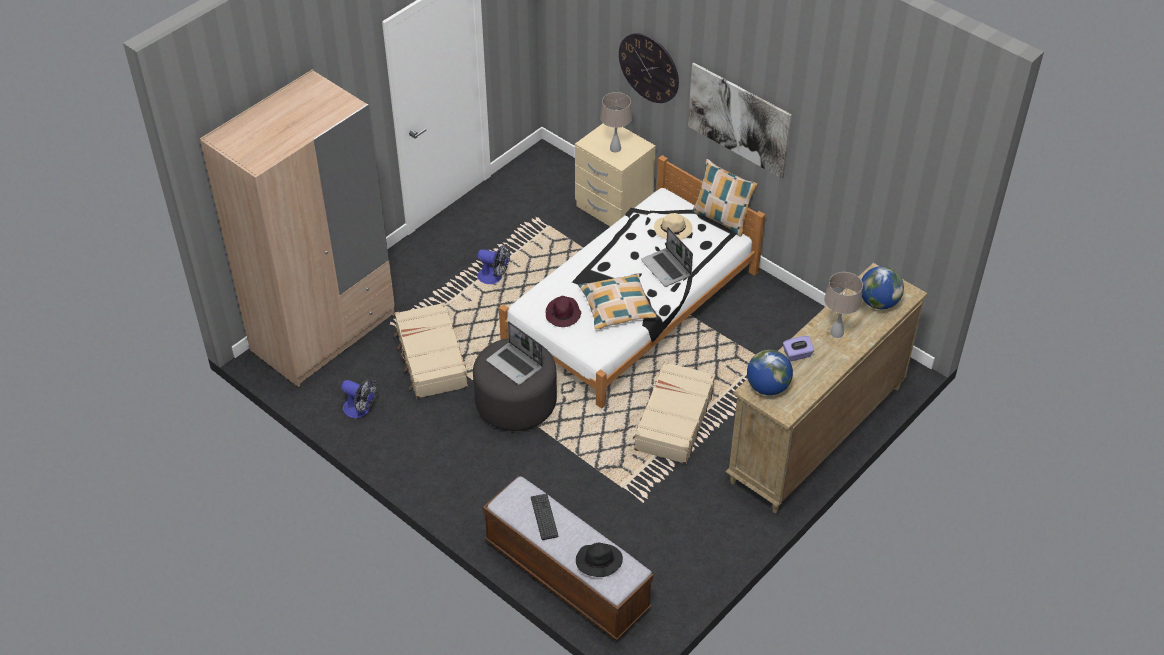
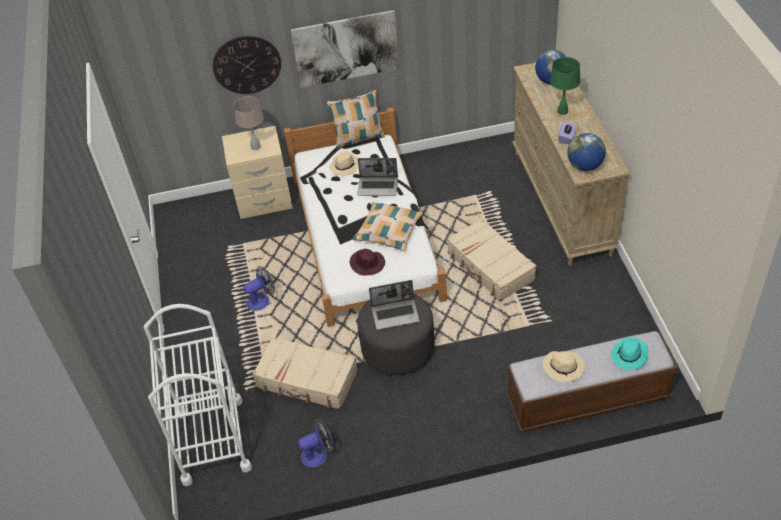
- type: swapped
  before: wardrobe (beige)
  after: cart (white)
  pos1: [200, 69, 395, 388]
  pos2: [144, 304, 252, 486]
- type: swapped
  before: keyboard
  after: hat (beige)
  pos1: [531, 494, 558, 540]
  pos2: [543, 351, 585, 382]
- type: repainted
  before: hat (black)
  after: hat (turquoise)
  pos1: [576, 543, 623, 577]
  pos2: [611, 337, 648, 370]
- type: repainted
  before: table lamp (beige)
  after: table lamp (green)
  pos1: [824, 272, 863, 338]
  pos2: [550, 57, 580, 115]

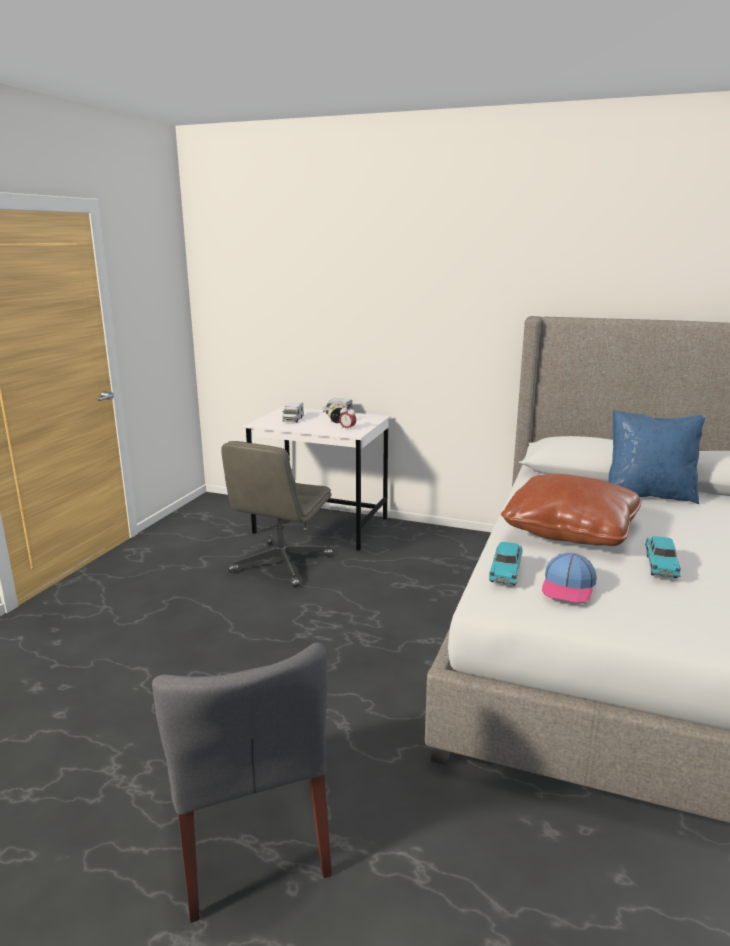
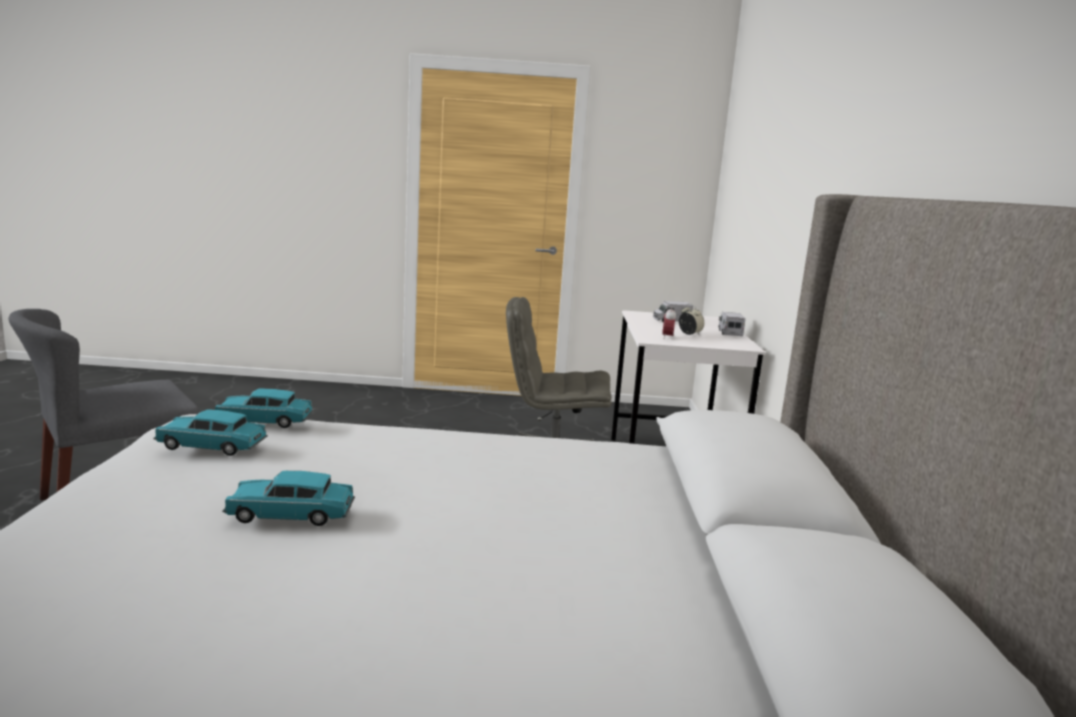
- type: gone
  before: pillow (brown)
  pos1: [501, 474, 642, 546]
- type: gone
  before: pillow (blue)
  pos1: [609, 410, 705, 504]
- type: swapped
  before: cap
  after: toy car (turquoise)
  pos1: [542, 553, 597, 603]
  pos2: [153, 410, 268, 456]

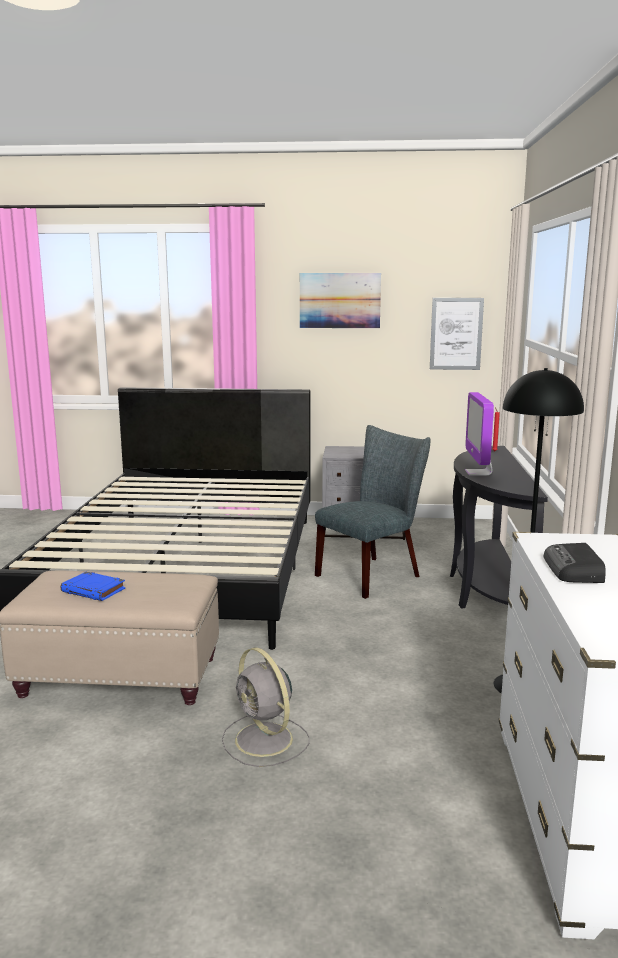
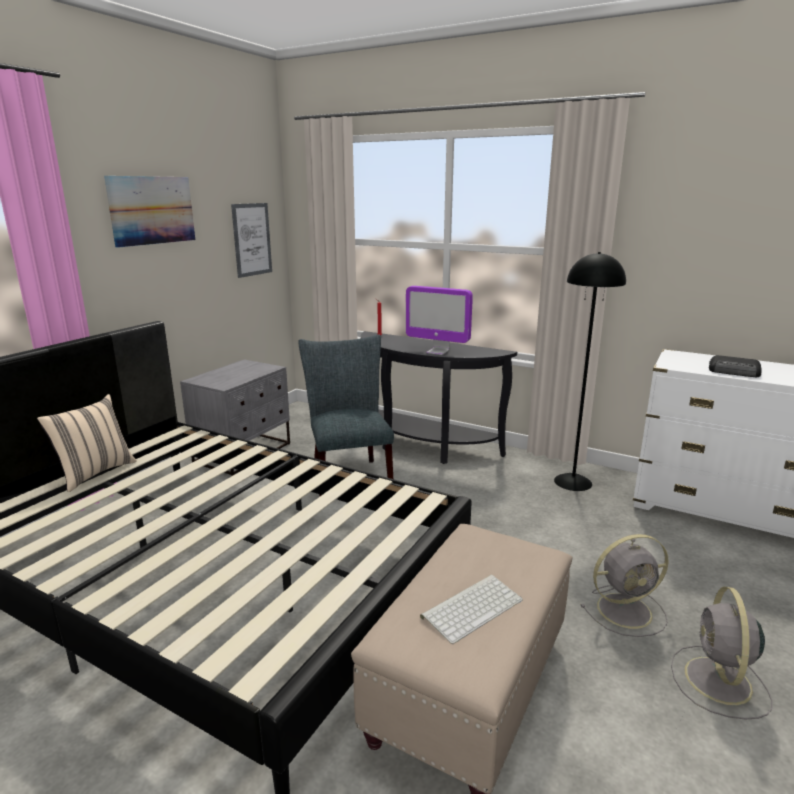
- type: new
  after: pillow (beige)
  pos2: [37, 394, 137, 492]
- type: new
  after: fan (grey)
  pos2: [671, 587, 772, 720]
- type: swapped
  before: book (blue)
  after: keyboard
  pos1: [61, 571, 126, 601]
  pos2: [420, 575, 523, 644]

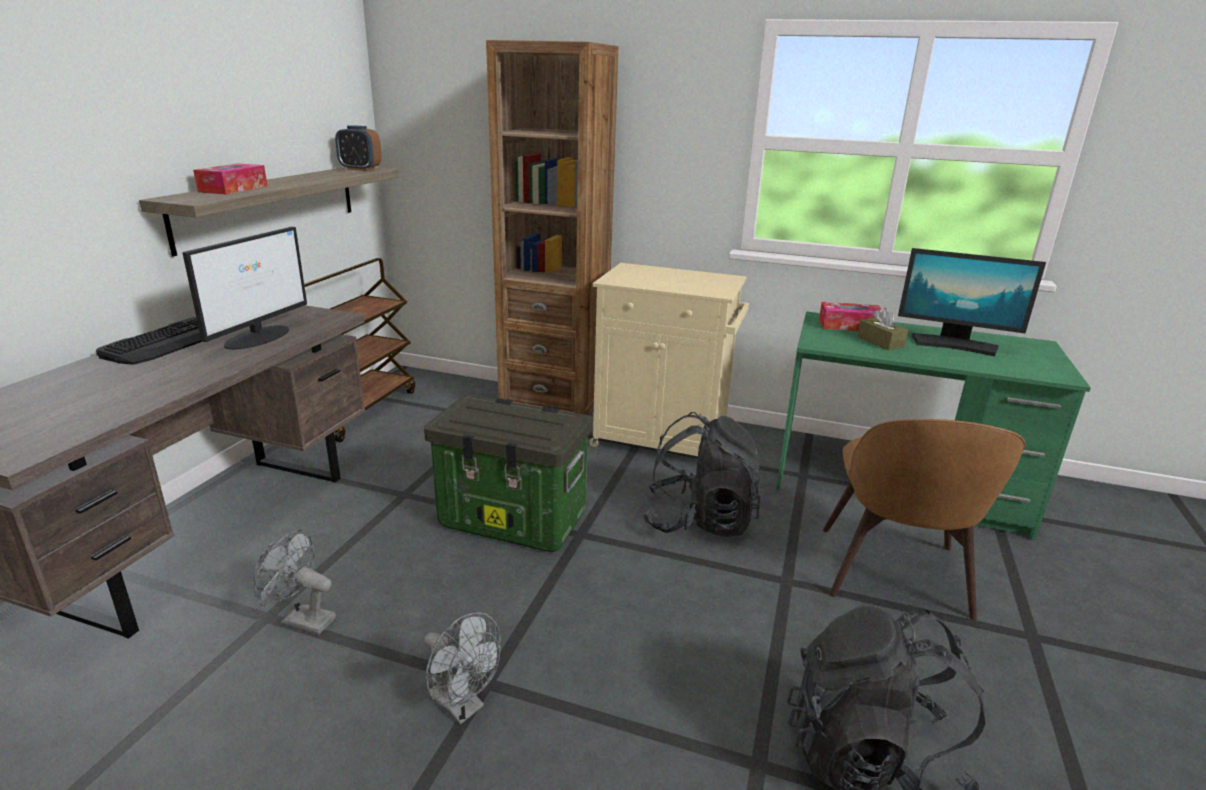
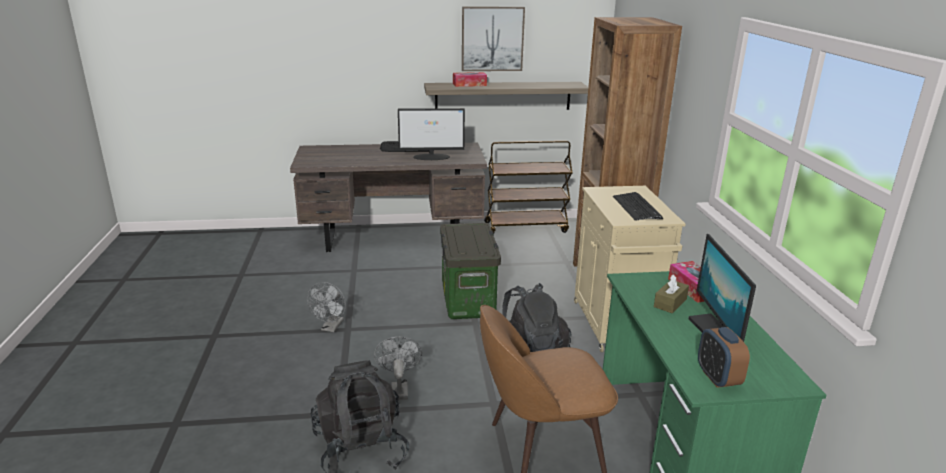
- type: new
  after: picture
  pos2: [462, 6, 525, 71]
- type: new
  after: keyboard
  pos2: [613, 192, 663, 221]
- type: shifted
  before: fan (grey)
  pos1: [253, 529, 336, 635]
  pos2: [374, 337, 422, 400]
- type: shifted
  before: alarm clock
  pos1: [335, 125, 382, 171]
  pos2: [698, 327, 750, 388]

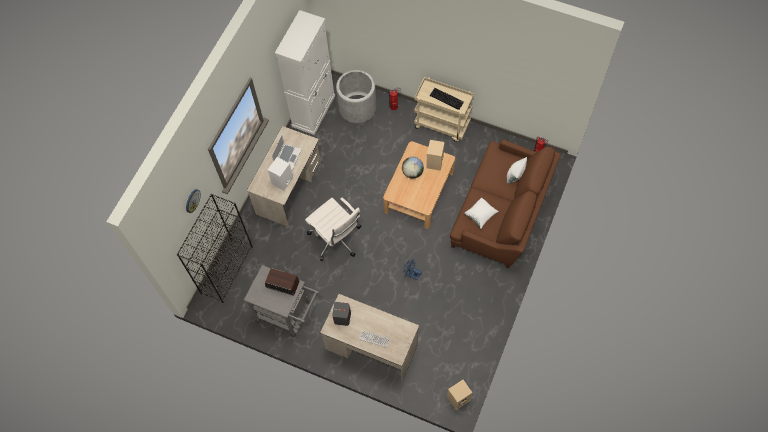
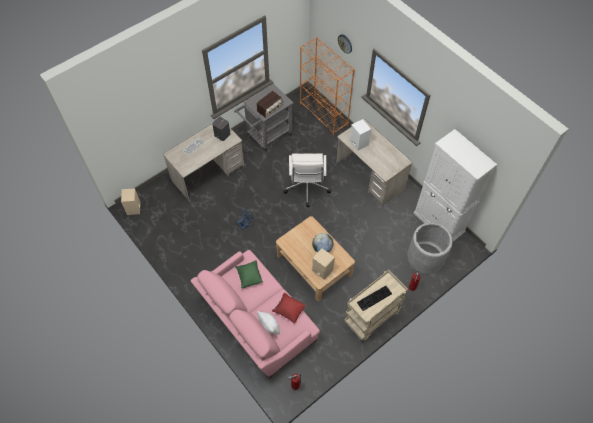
- type: gone
  before: laptop
  pos1: [272, 134, 302, 170]
- type: new
  after: pillow (red)
  pos2: [272, 293, 306, 324]
- type: repainted
  before: bookcase (black)
  after: bookcase (orange)
  pos1: [177, 194, 253, 303]
  pos2: [300, 37, 355, 135]
- type: repainted
  before: sofa (brown)
  after: sofa (pink)
  pos1: [450, 140, 561, 269]
  pos2: [191, 250, 320, 378]
- type: repainted
  before: pillow (white)
  after: pillow (green)
  pos1: [464, 197, 499, 229]
  pos2: [235, 260, 263, 289]
- type: rotated
  before: office chair (white)
  pos1: [305, 197, 361, 261]
  pos2: [283, 153, 331, 207]
  turn: -75

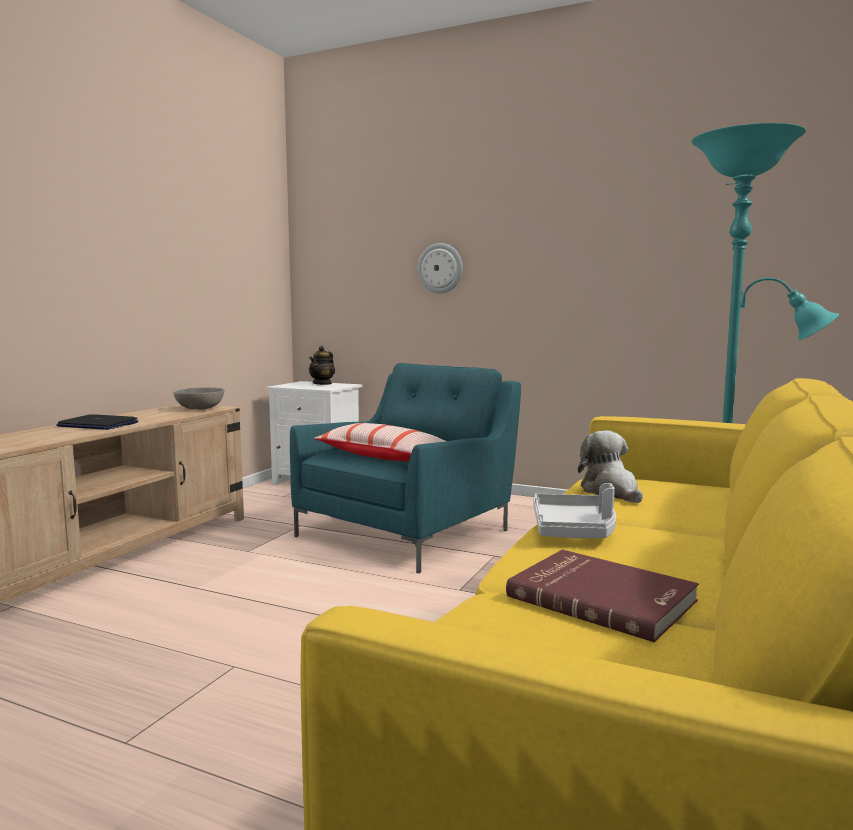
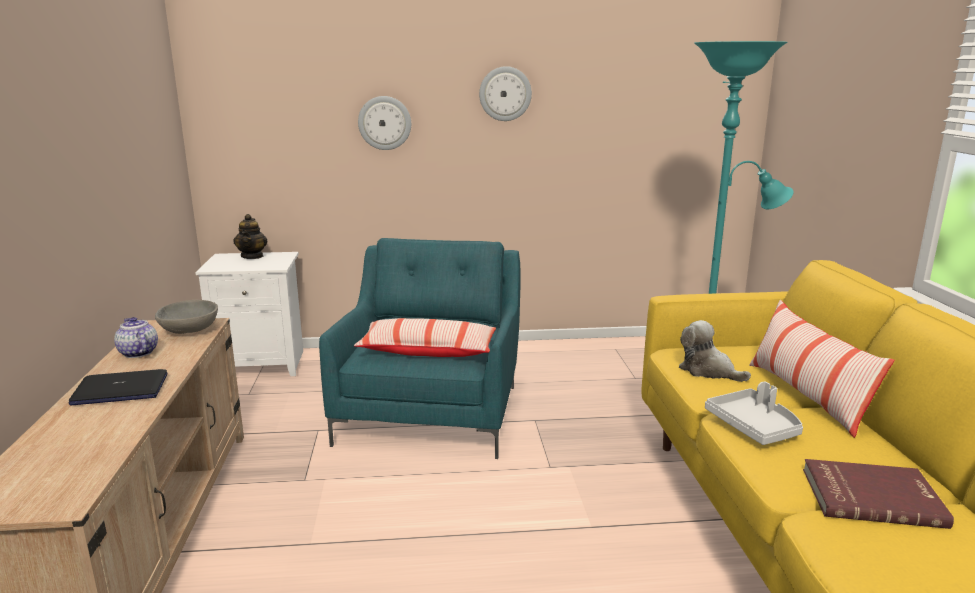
- type: new
  after: teapot
  pos2: [114, 317, 158, 358]
- type: new
  after: wall clock
  pos2: [479, 66, 532, 121]
- type: new
  after: pillow
  pos2: [749, 300, 895, 438]

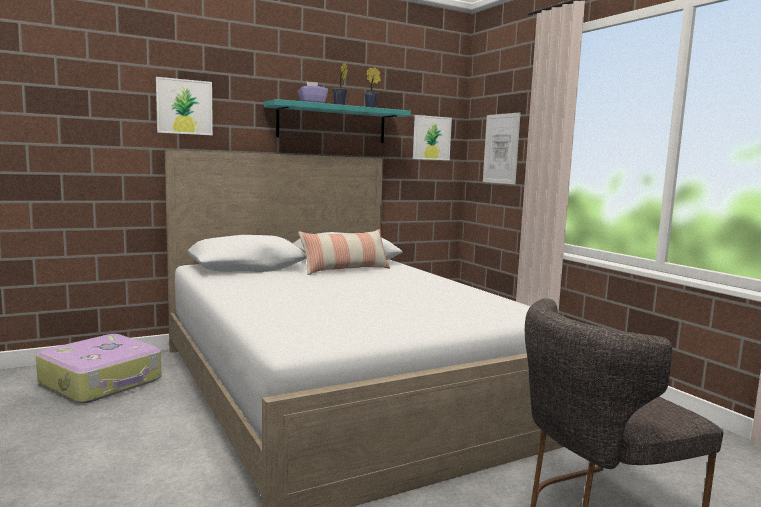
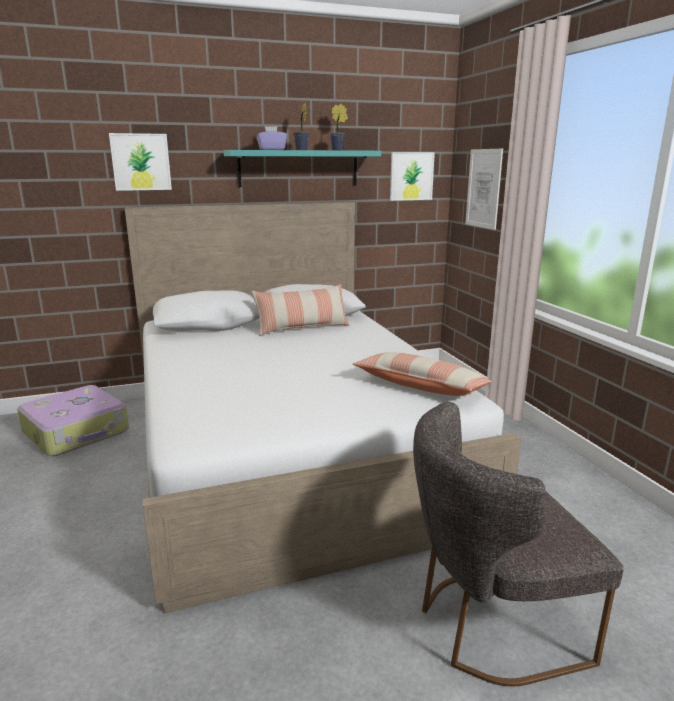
- type: new
  after: pillow
  pos2: [352, 352, 492, 396]

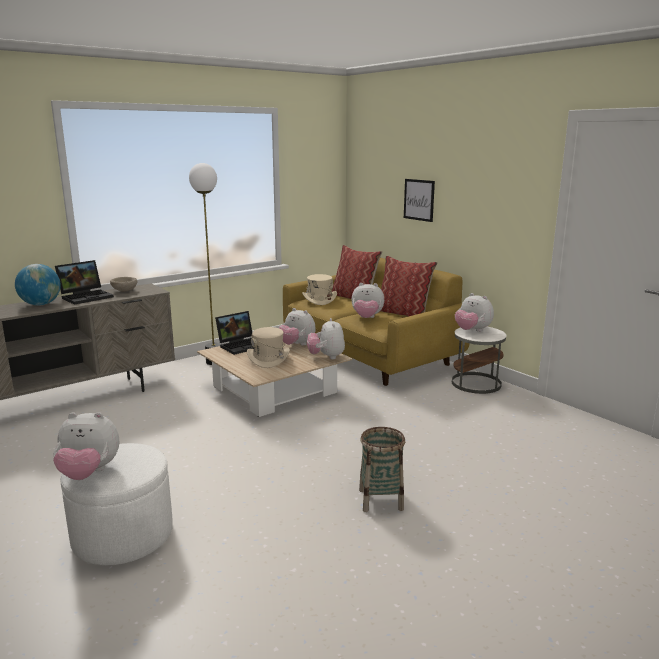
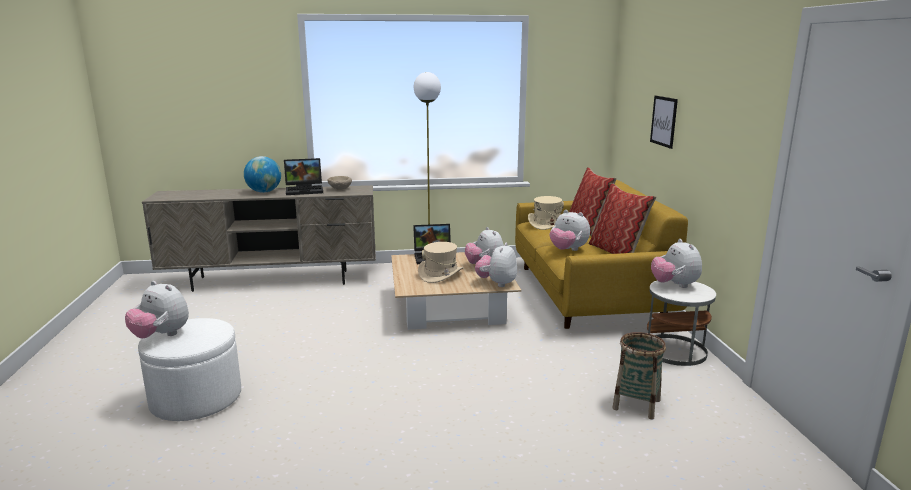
- type: shifted
  before: basket
  pos1: [359, 427, 405, 512]
  pos2: [612, 332, 666, 419]

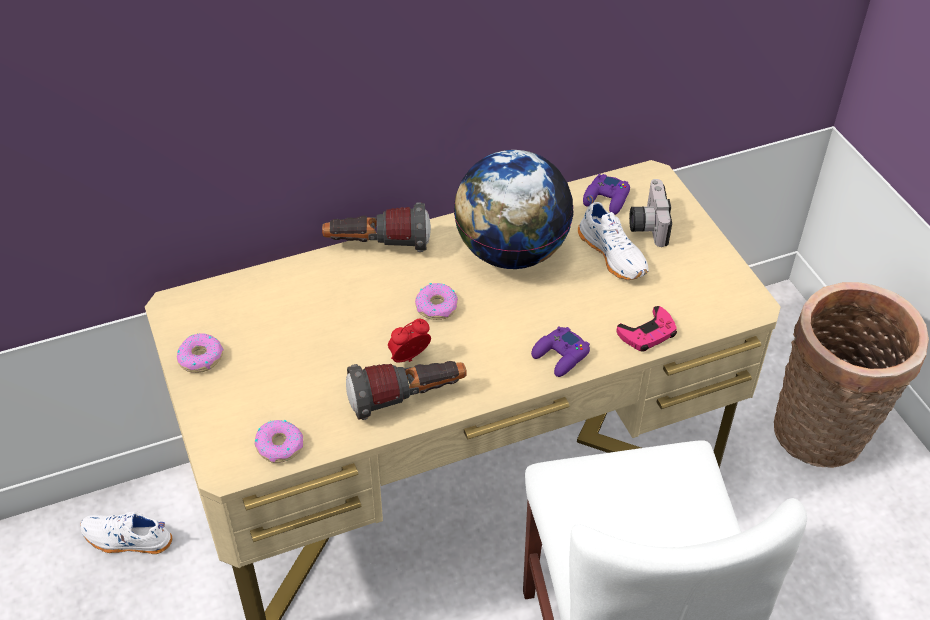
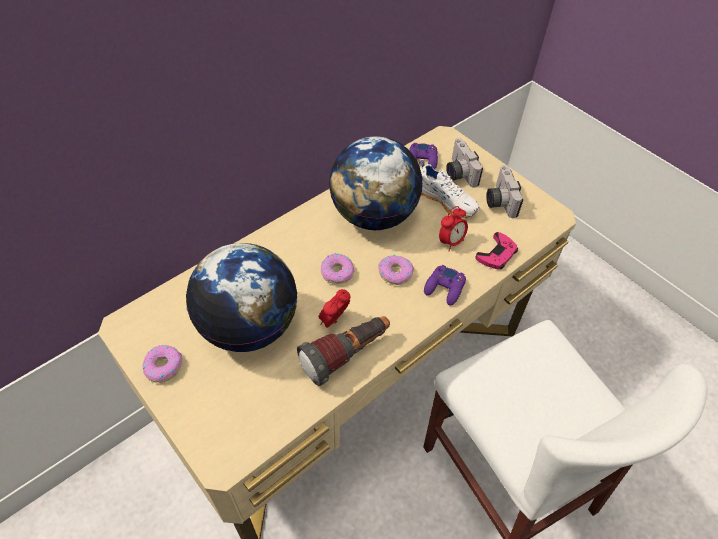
- type: gone
  before: shoe (white)
  pos1: [80, 511, 172, 554]
- type: gone
  before: flashlight
  pos1: [322, 202, 431, 252]
- type: gone
  before: basket
  pos1: [774, 282, 929, 468]
- type: new
  after: globe
  pos2: [186, 243, 298, 352]
- type: new
  after: alarm clock
  pos2: [439, 206, 468, 251]
- type: new
  after: photo camera
  pos2: [486, 165, 523, 218]
- type: shifted
  before: donut
  pos1: [255, 420, 303, 463]
  pos2: [378, 255, 414, 285]

